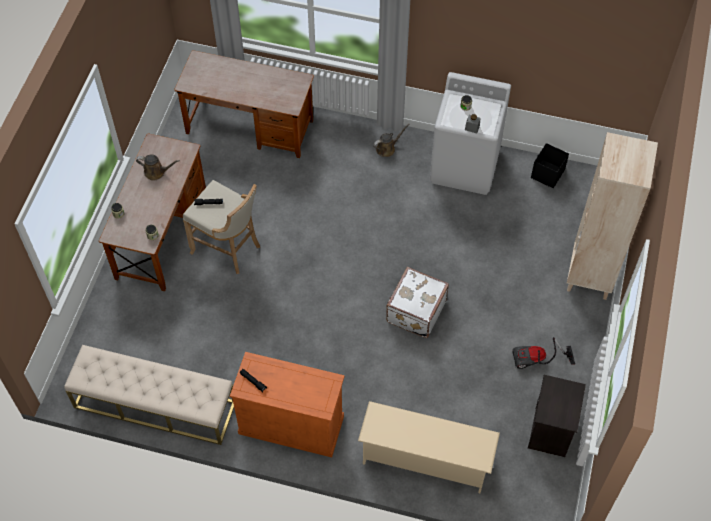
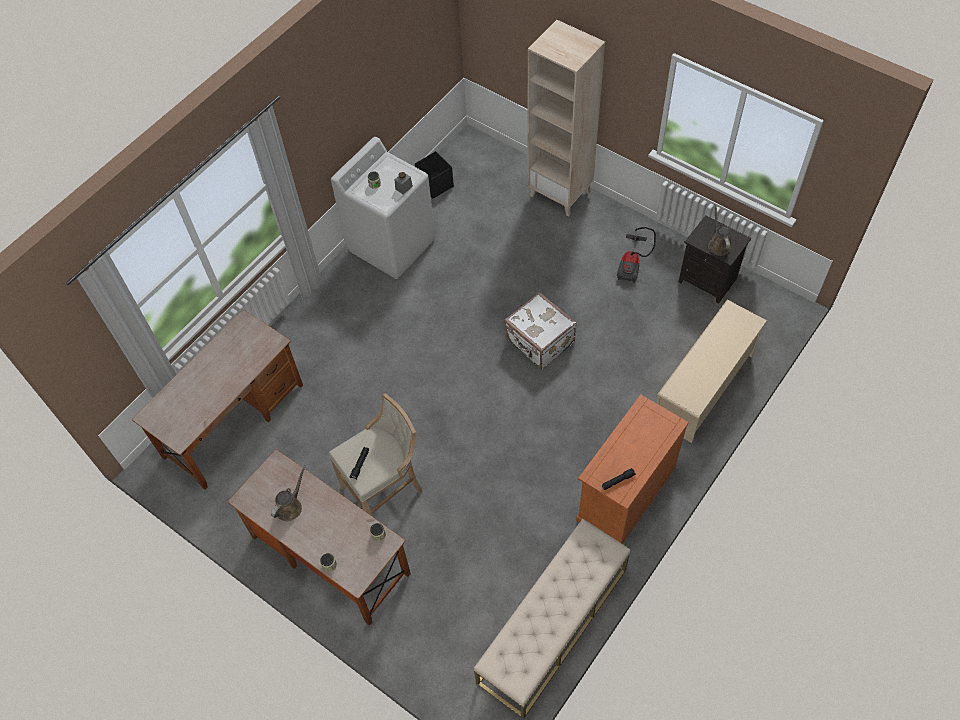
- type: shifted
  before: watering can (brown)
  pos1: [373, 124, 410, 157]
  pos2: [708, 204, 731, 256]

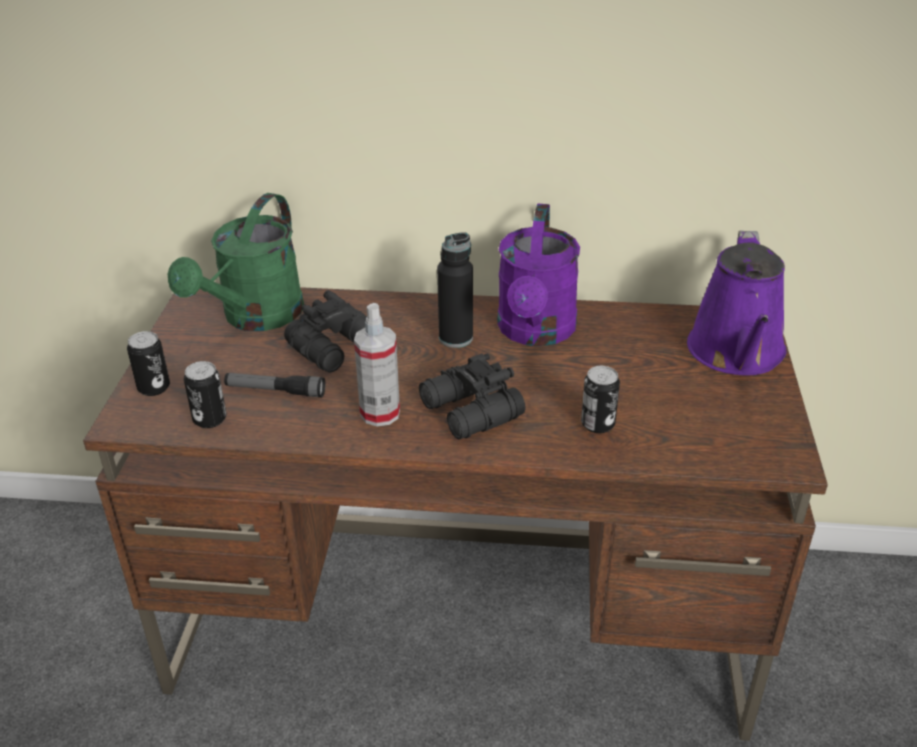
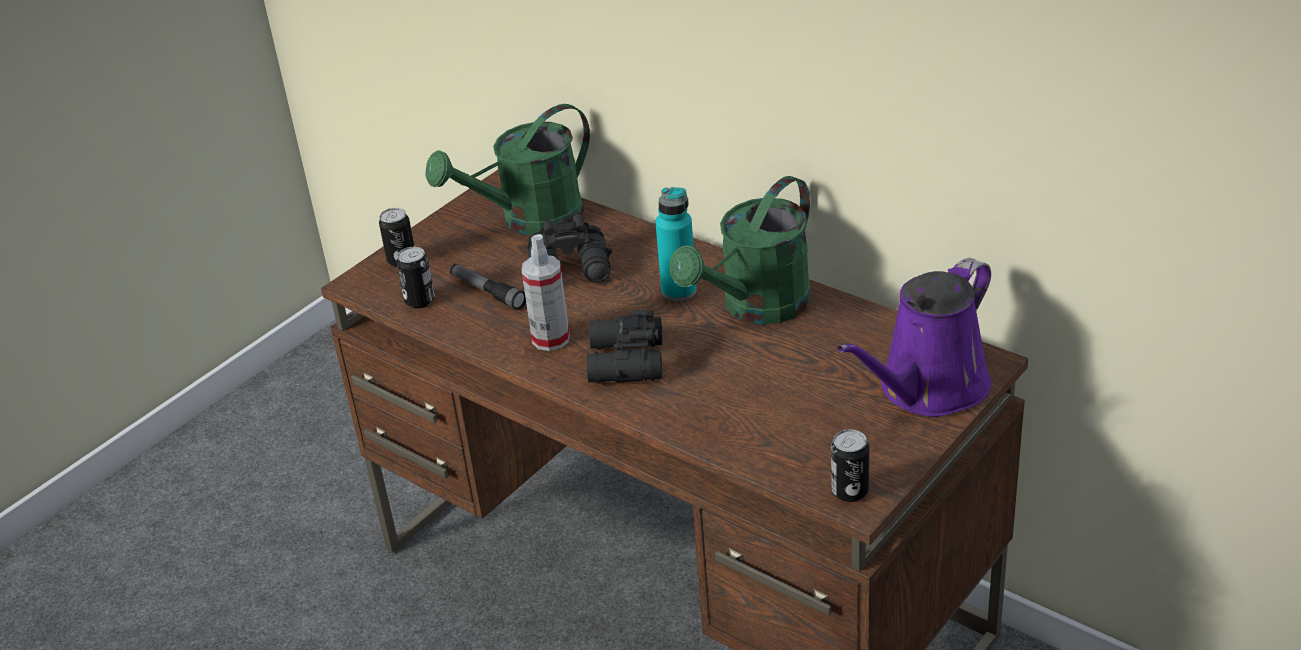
- type: shifted
  before: can
  pos1: [581, 366, 620, 433]
  pos2: [831, 429, 869, 502]
- type: repainted
  before: bottle (black)
  after: bottle (turquoise)
  pos1: [437, 232, 473, 348]
  pos2: [655, 187, 697, 301]
- type: repainted
  before: watering can (purple)
  after: watering can (green)
  pos1: [497, 204, 580, 346]
  pos2: [670, 176, 811, 325]

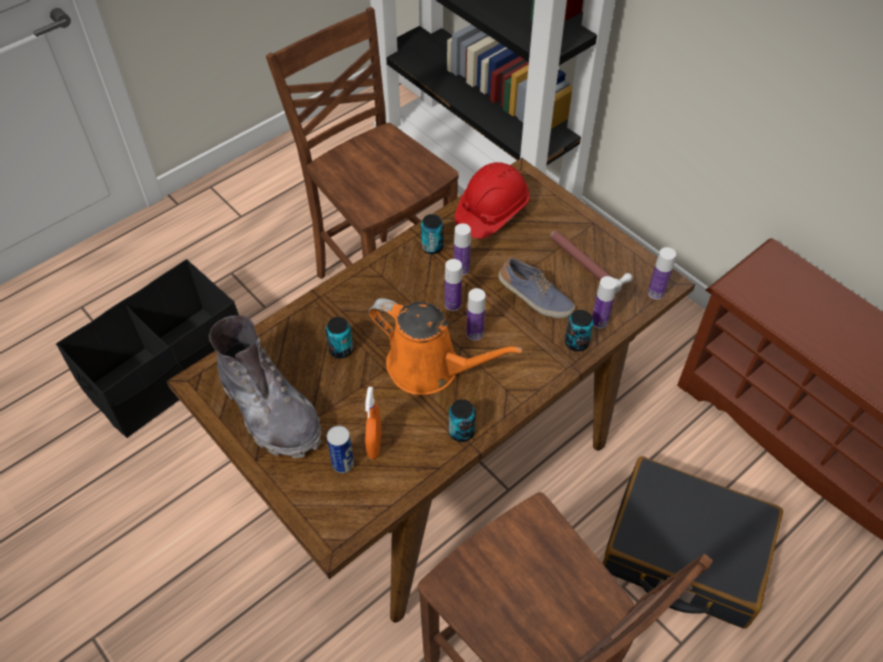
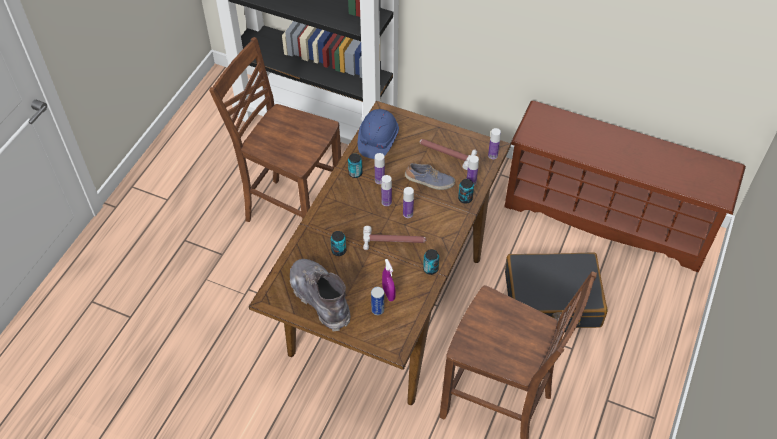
- type: gone
  before: storage box (black)
  pos1: [56, 259, 239, 438]
- type: swapped
  before: watering can (orange)
  after: hammer
  pos1: [369, 298, 523, 395]
  pos2: [363, 226, 426, 250]
- type: repainted
  before: spray bottle (orange)
  after: spray bottle (purple)
  pos1: [365, 387, 382, 459]
  pos2: [382, 259, 396, 301]
- type: repainted
  before: hard hat (red)
  after: hard hat (blue)
  pos1: [455, 162, 530, 239]
  pos2: [358, 109, 399, 159]
- type: rotated
  before: boot (grey)
  pos1: [209, 315, 322, 459]
  pos2: [290, 259, 350, 331]
  turn: -150

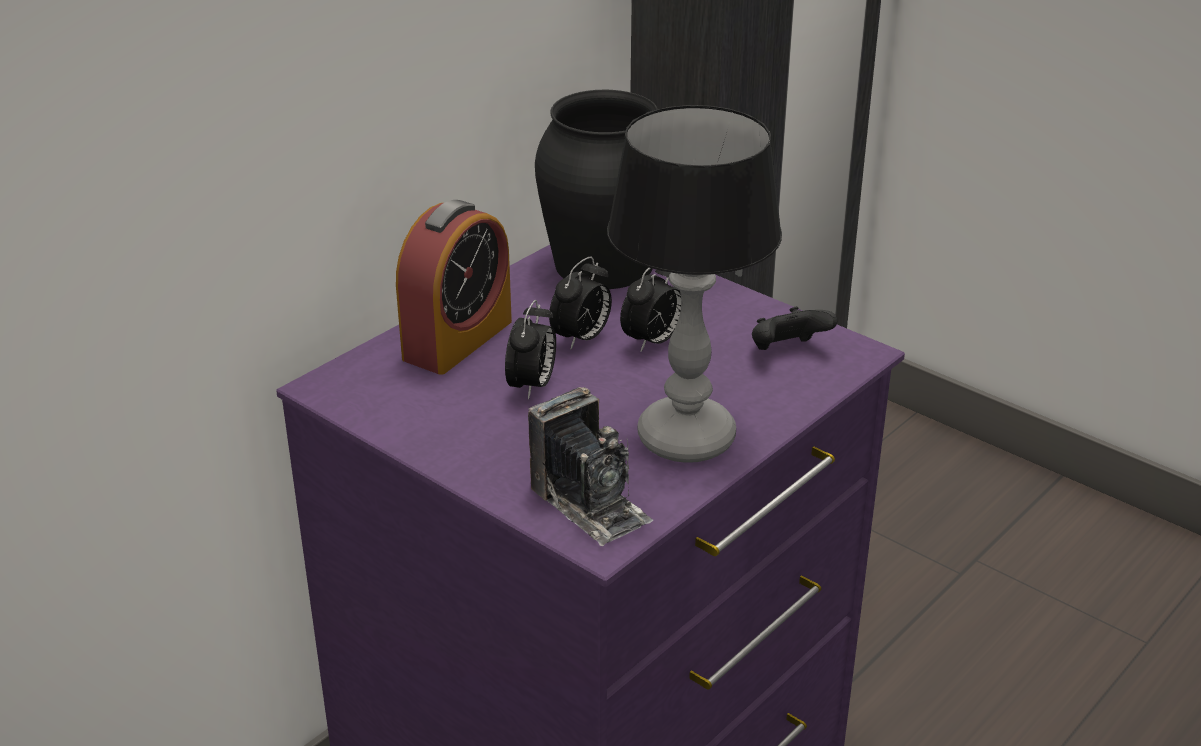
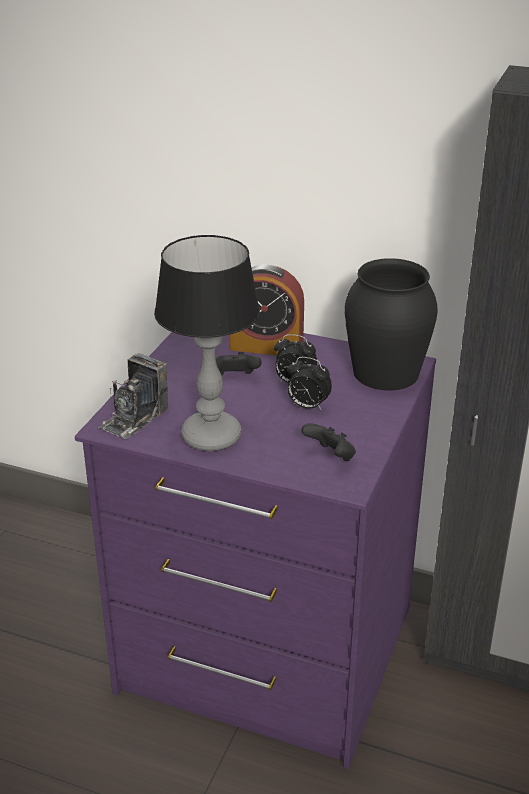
- type: swapped
  before: alarm clock
  after: game controller (black)
  pos1: [505, 300, 556, 400]
  pos2: [215, 352, 262, 375]

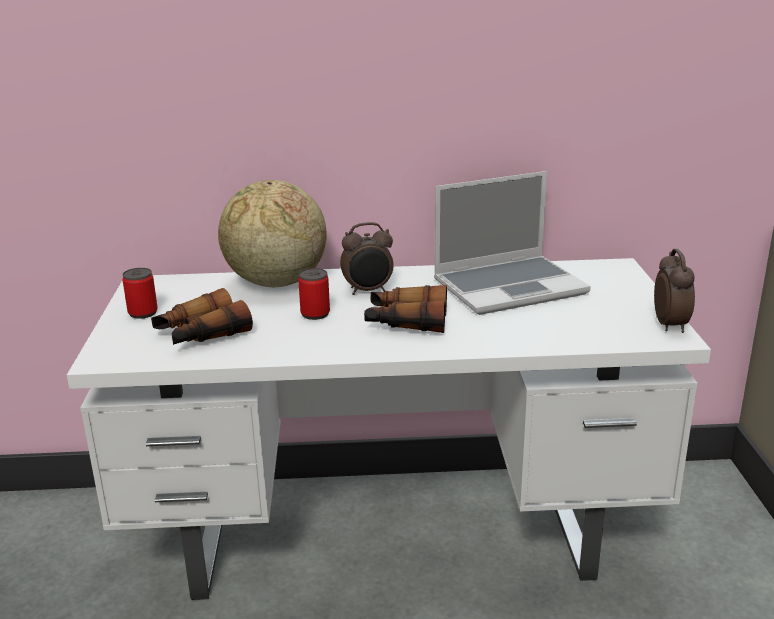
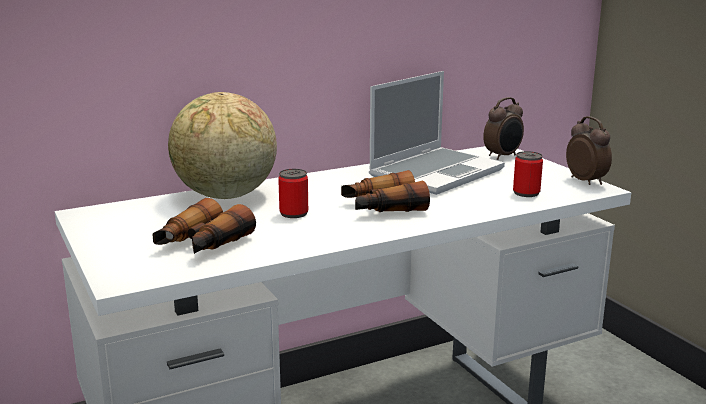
- type: shifted
  before: can
  pos1: [123, 268, 158, 319]
  pos2: [513, 151, 543, 197]
- type: shifted
  before: alarm clock
  pos1: [340, 222, 394, 295]
  pos2: [483, 97, 524, 160]

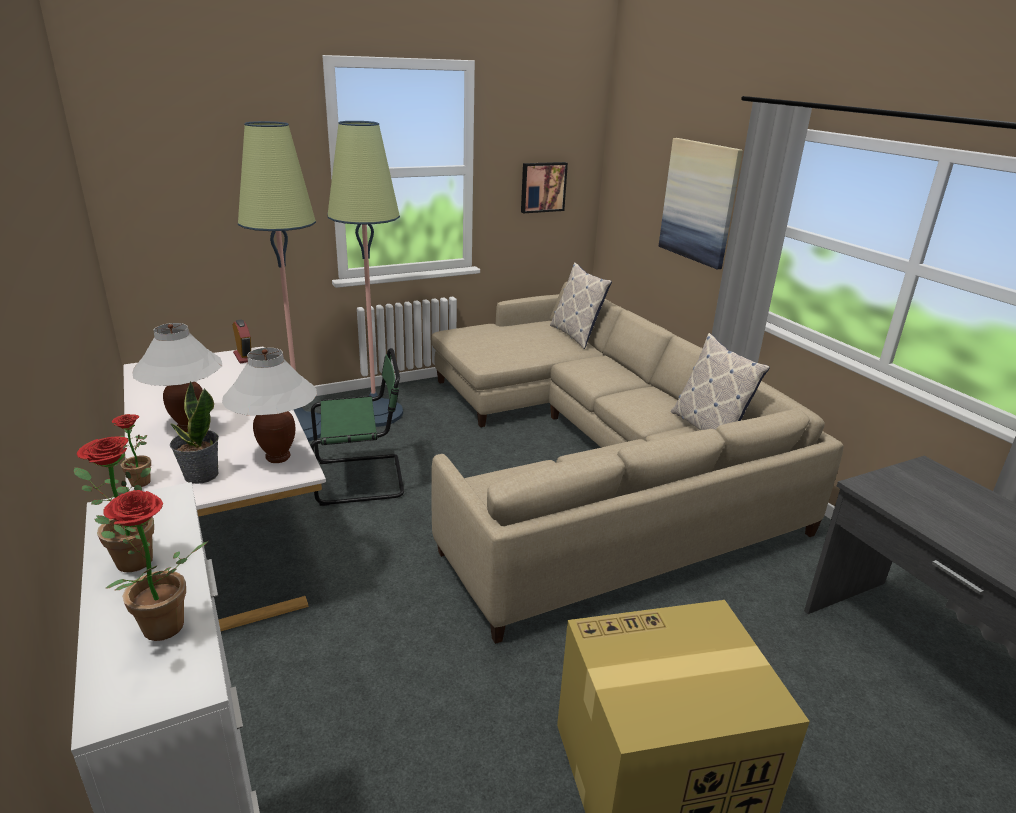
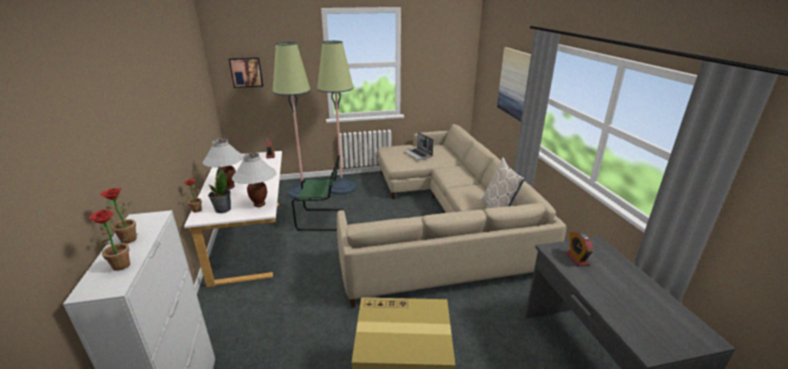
- type: gone
  before: pillow
  pos1: [550, 262, 612, 349]
- type: new
  after: laptop
  pos2: [403, 132, 433, 160]
- type: new
  after: alarm clock
  pos2: [565, 231, 594, 266]
- type: shifted
  before: picture
  pos1: [521, 162, 568, 213]
  pos2: [229, 57, 263, 88]

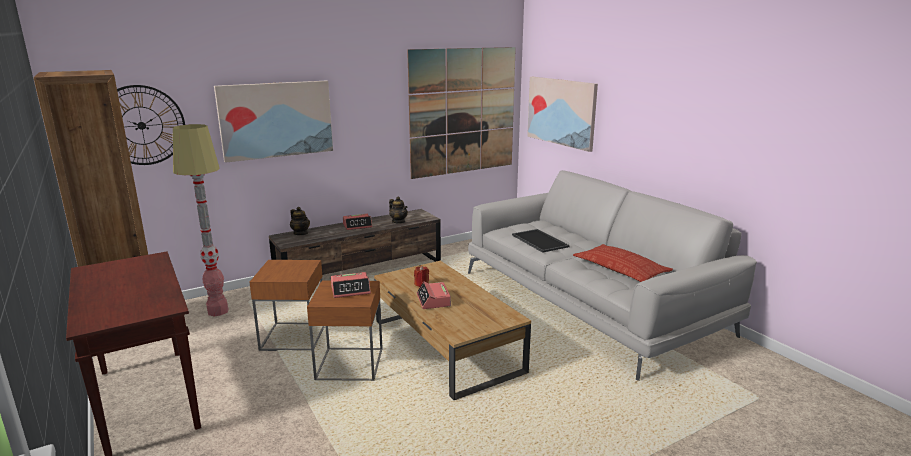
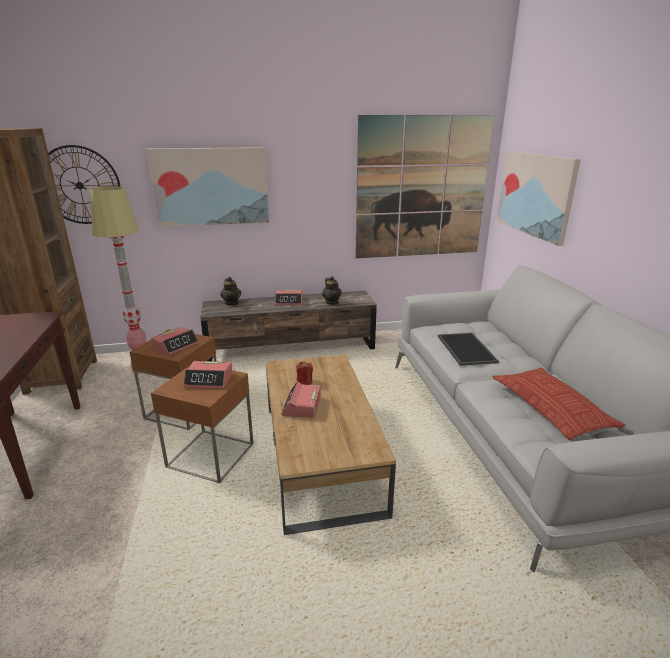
- type: new
  after: alarm clock
  pos2: [151, 327, 199, 355]

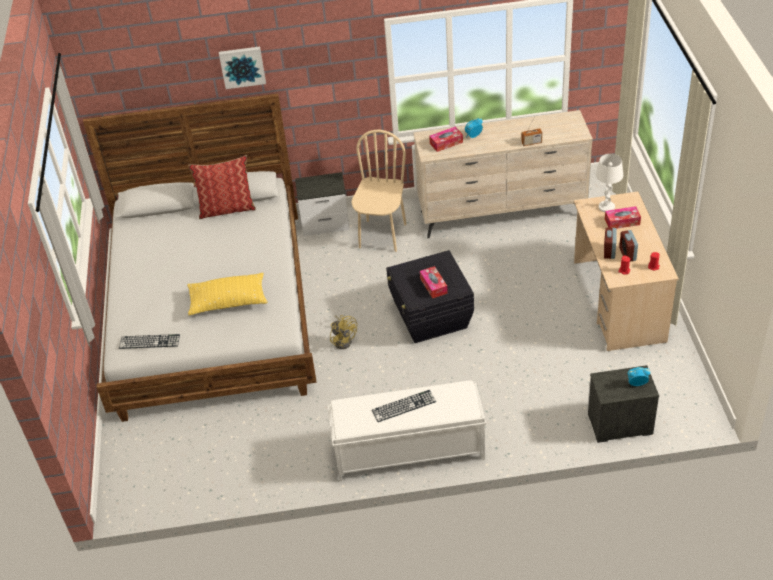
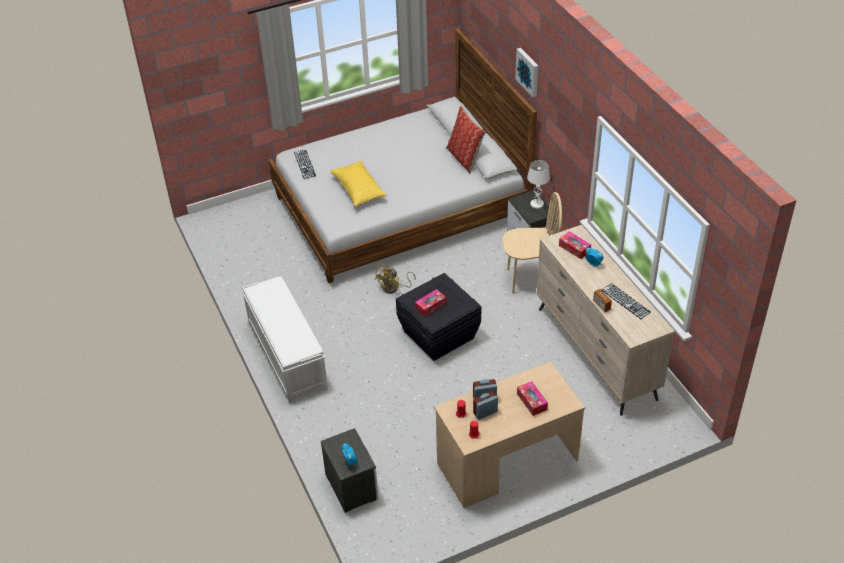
- type: shifted
  before: keyboard
  pos1: [372, 390, 436, 422]
  pos2: [602, 283, 651, 319]
- type: shifted
  before: table lamp (white)
  pos1: [596, 154, 623, 212]
  pos2: [527, 160, 550, 209]

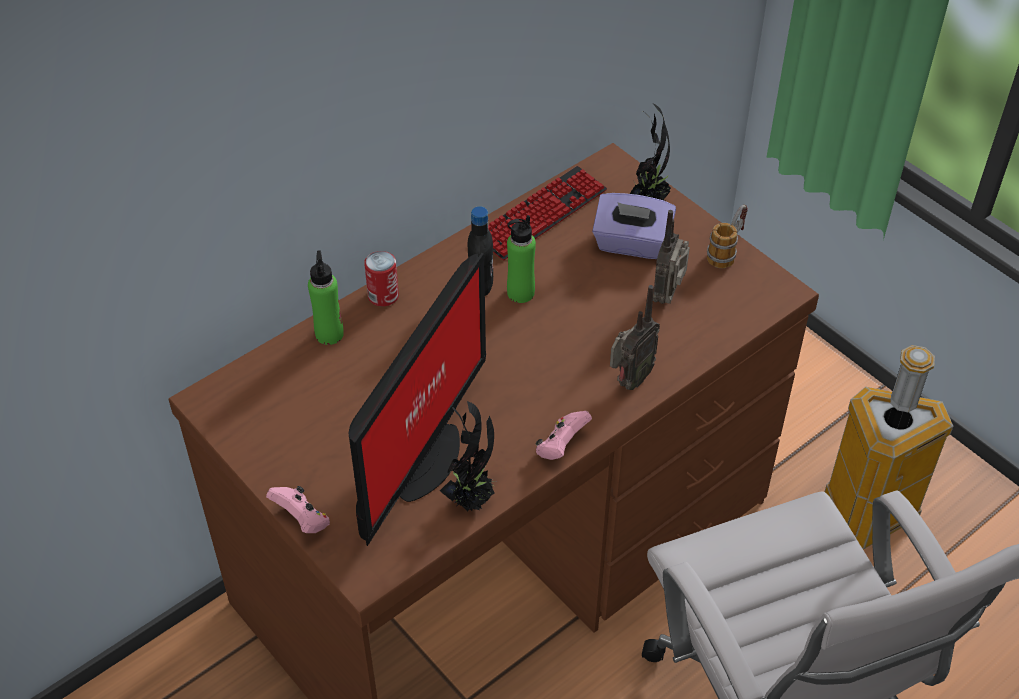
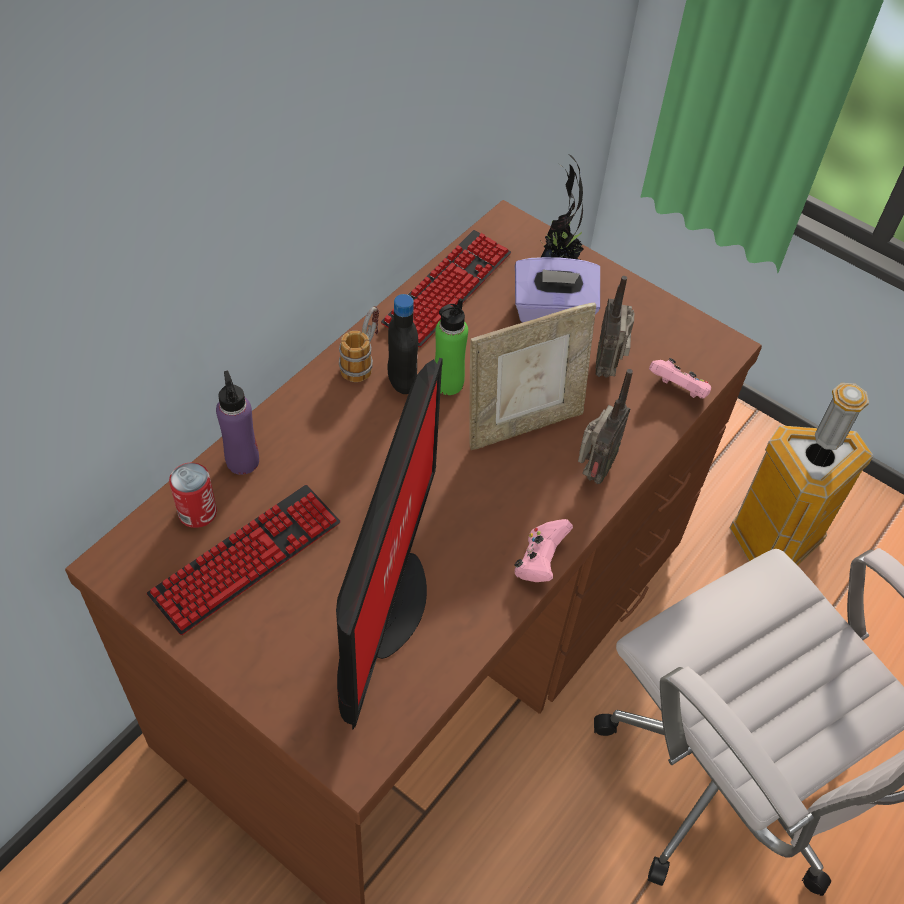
- type: gone
  before: potted plant
  pos1: [440, 401, 496, 512]
- type: new
  after: keyboard
  pos2: [147, 485, 341, 635]
- type: new
  after: picture frame
  pos2: [469, 303, 596, 450]
- type: shifted
  before: game controller (pink)
  pos1: [266, 486, 330, 533]
  pos2: [649, 358, 711, 399]
- type: shifted
  before: can
  pos1: [364, 251, 399, 306]
  pos2: [169, 463, 217, 528]
- type: shifted
  before: mug
  pos1: [707, 205, 748, 268]
  pos2: [339, 306, 379, 382]
- type: repainted
  before: bottle (green)
  after: bottle (purple)
  pos1: [308, 251, 344, 345]
  pos2: [216, 371, 259, 475]

